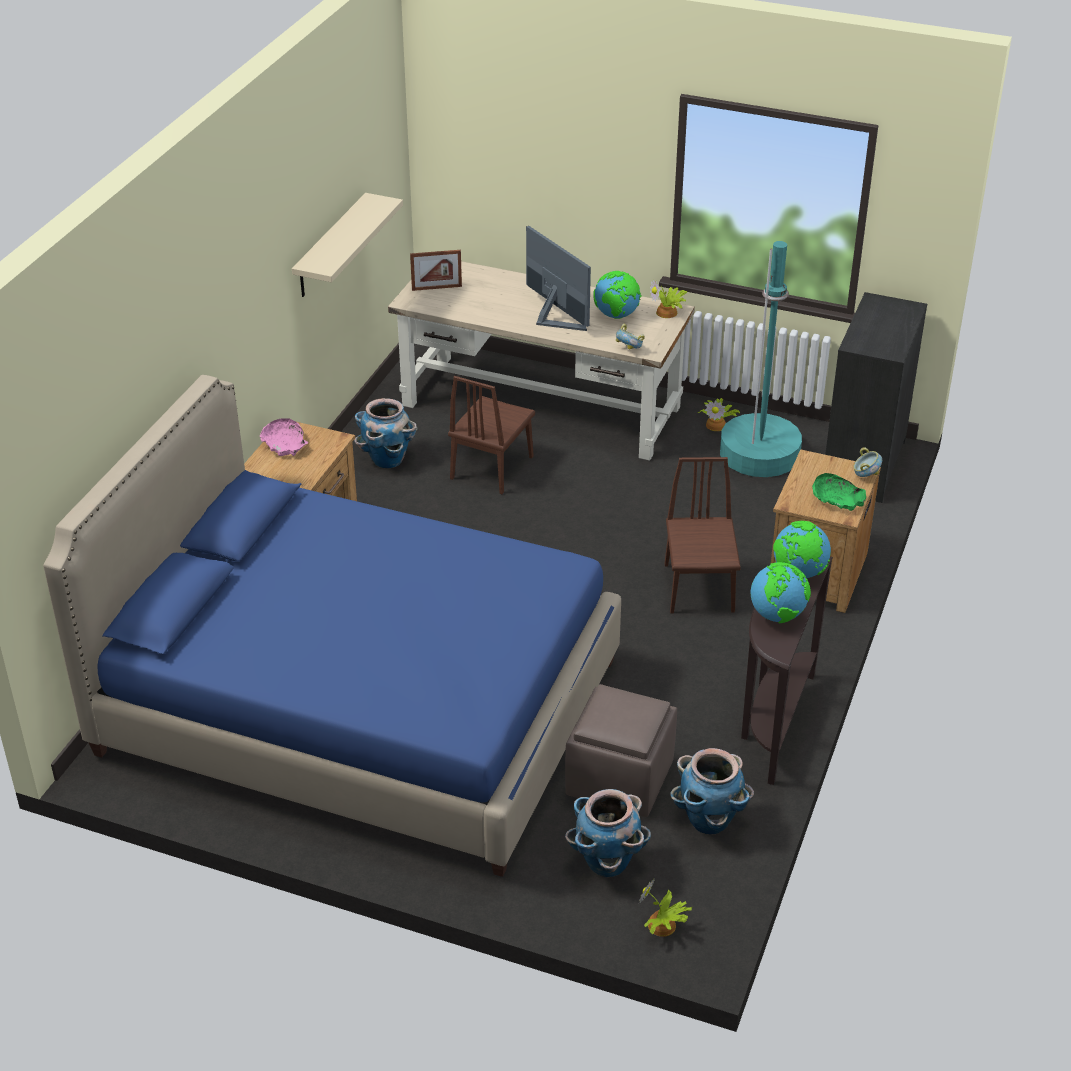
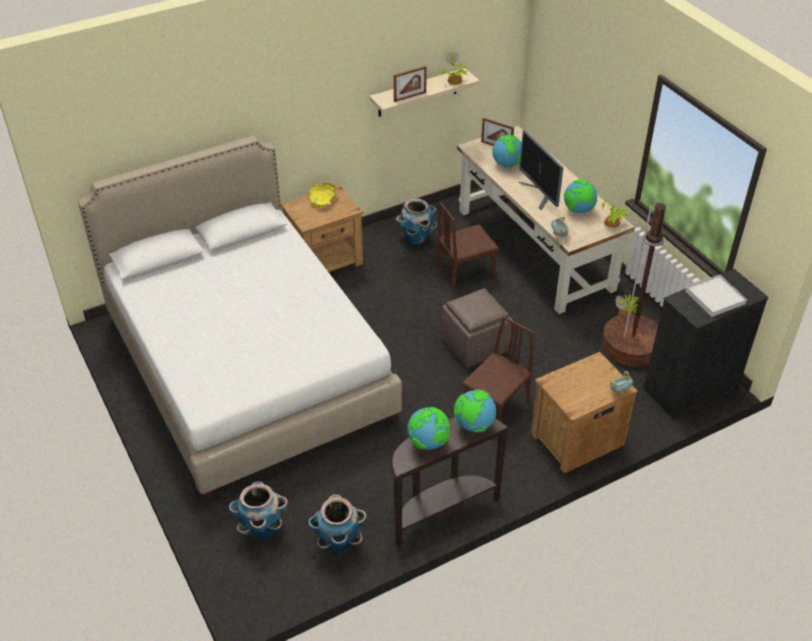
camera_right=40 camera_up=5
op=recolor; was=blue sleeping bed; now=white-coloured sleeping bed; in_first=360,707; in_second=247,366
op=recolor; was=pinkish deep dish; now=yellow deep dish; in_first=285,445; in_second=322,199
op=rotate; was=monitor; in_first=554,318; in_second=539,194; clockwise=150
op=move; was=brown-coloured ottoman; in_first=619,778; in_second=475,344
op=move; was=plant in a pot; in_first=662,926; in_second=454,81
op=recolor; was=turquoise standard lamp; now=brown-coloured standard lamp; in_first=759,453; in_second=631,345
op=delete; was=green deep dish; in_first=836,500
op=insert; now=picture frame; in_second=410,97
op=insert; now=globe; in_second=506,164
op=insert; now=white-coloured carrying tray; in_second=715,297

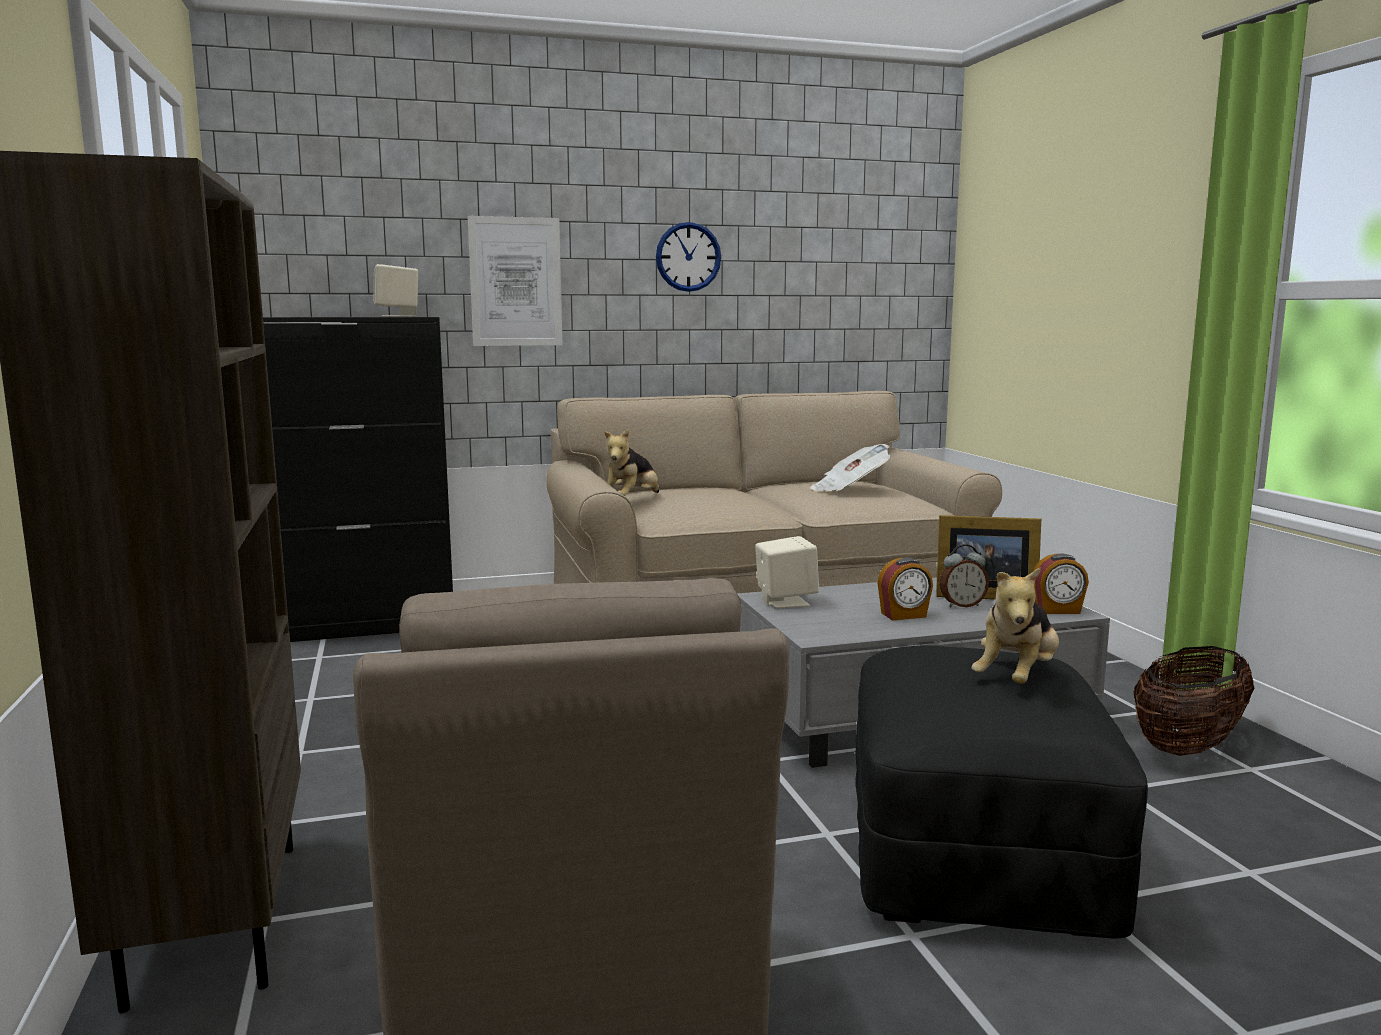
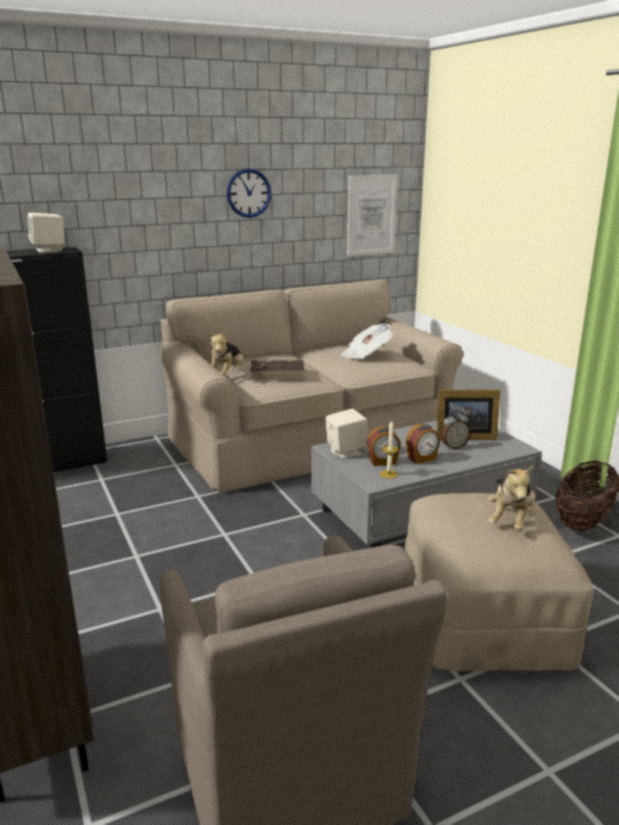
camera_right=-10 camera_up=10
op=move; was=wall art; in_first=516,282; in_second=371,215
op=recolor; was=black ottoman; now=beige ottoman; in_first=973,857; in_second=481,618
op=move; was=alarm clock; in_first=1058,610; in_second=383,462
op=insert; now=brown-coloured book; in_second=278,372
op=insert; now=wax light; in_second=388,474

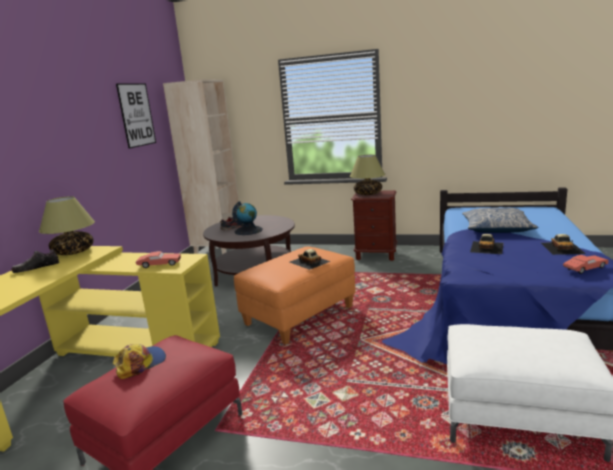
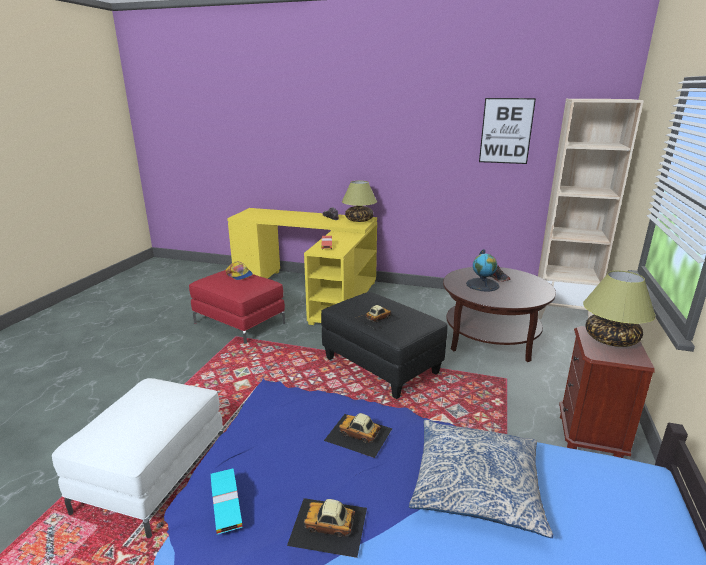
camera_right=90 camera_up=5
op=recolor; was=orangey ottoman; now=black ottoman; in_first=299,316; in_second=380,366
op=recolor; was=red toy car; now=turquoise toy car; in_first=585,269; in_second=226,506

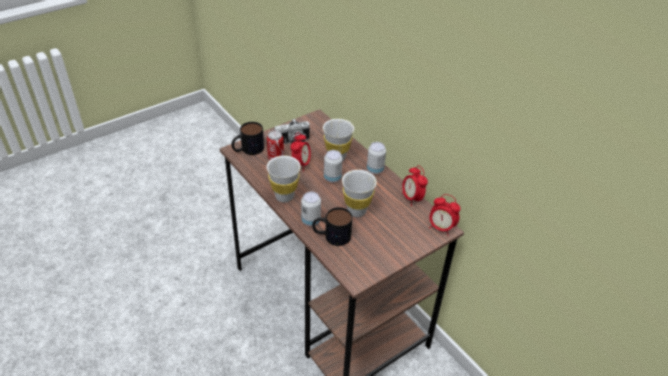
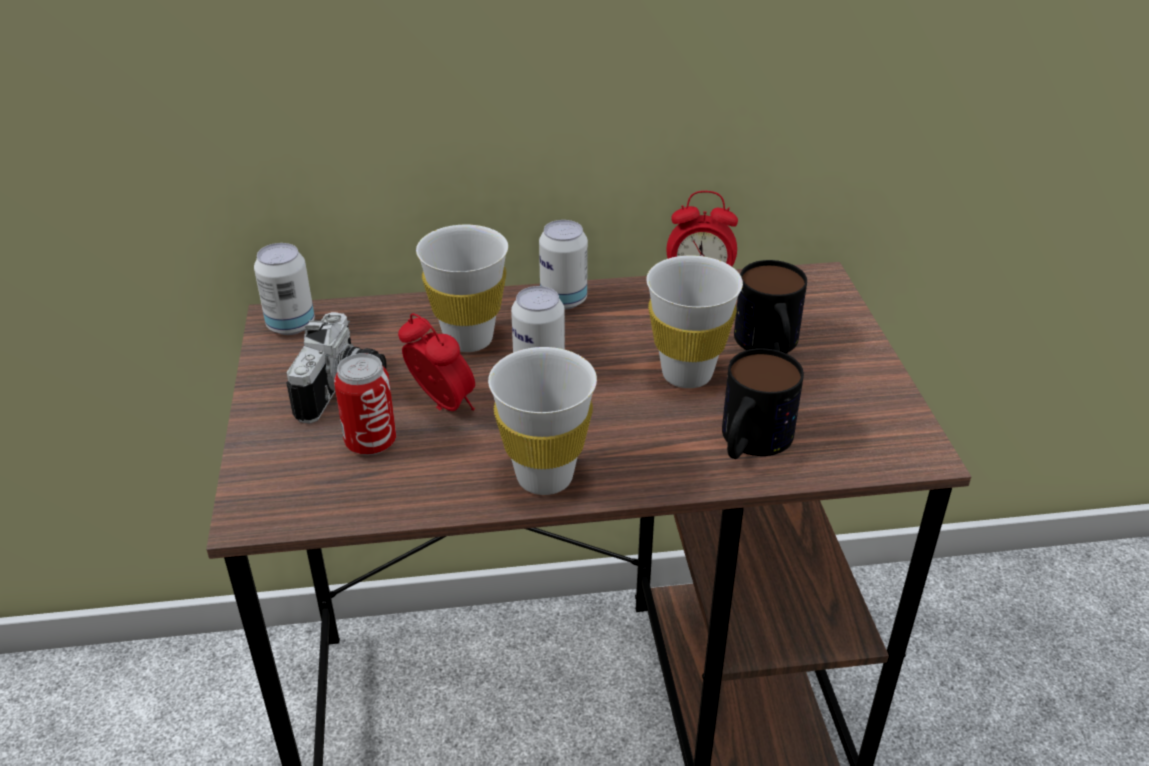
camera_right=-60 camera_up=-5
op=move; was=mug; in_first=247,149; in_second=769,346
op=move; was=sealed can; in_first=311,221; in_second=291,325
op=delete; was=alarm clock; in_first=441,228

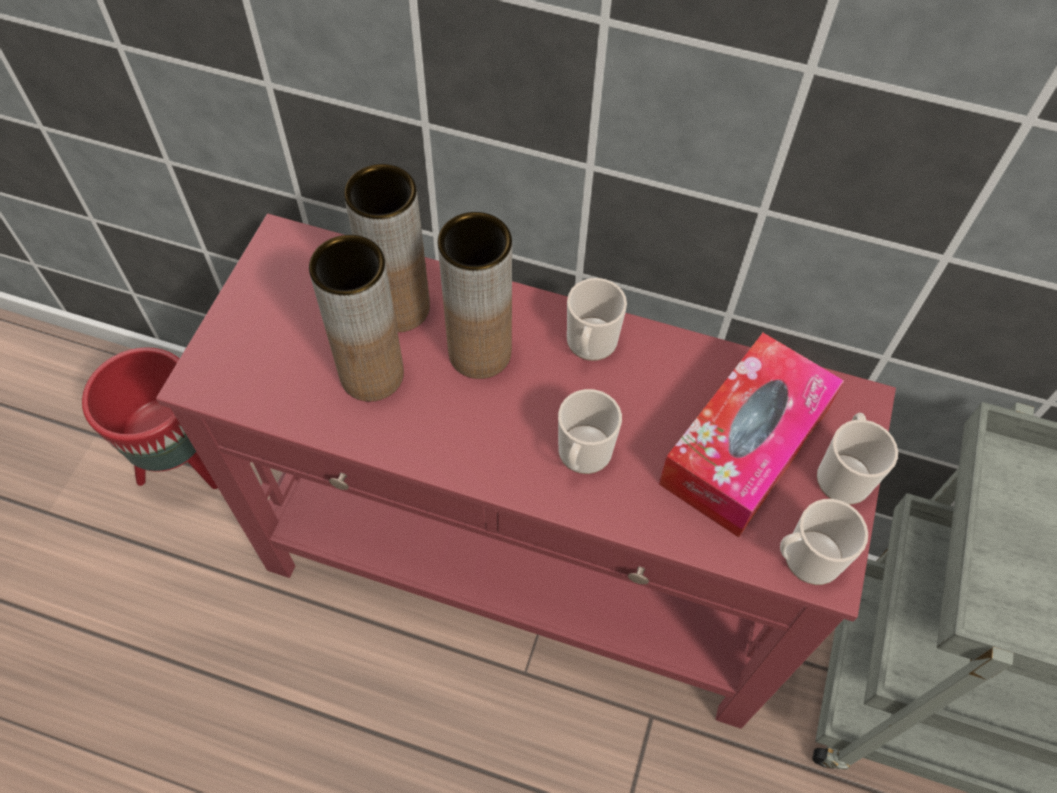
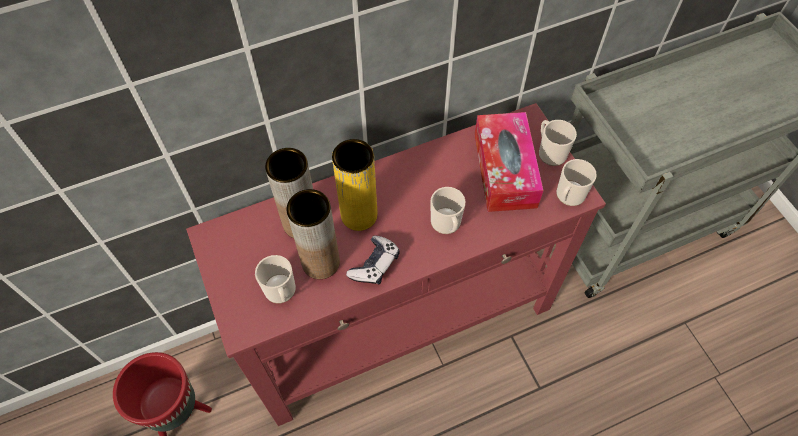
camera_right=-40 camera_up=0
op=recolor; was=brown-coloured vase; now=yellow vase; in_first=480,352; in_second=359,215
op=move; was=mug; in_first=590,345; in_second=281,292
op=insert; now=game controller; in_second=375,265

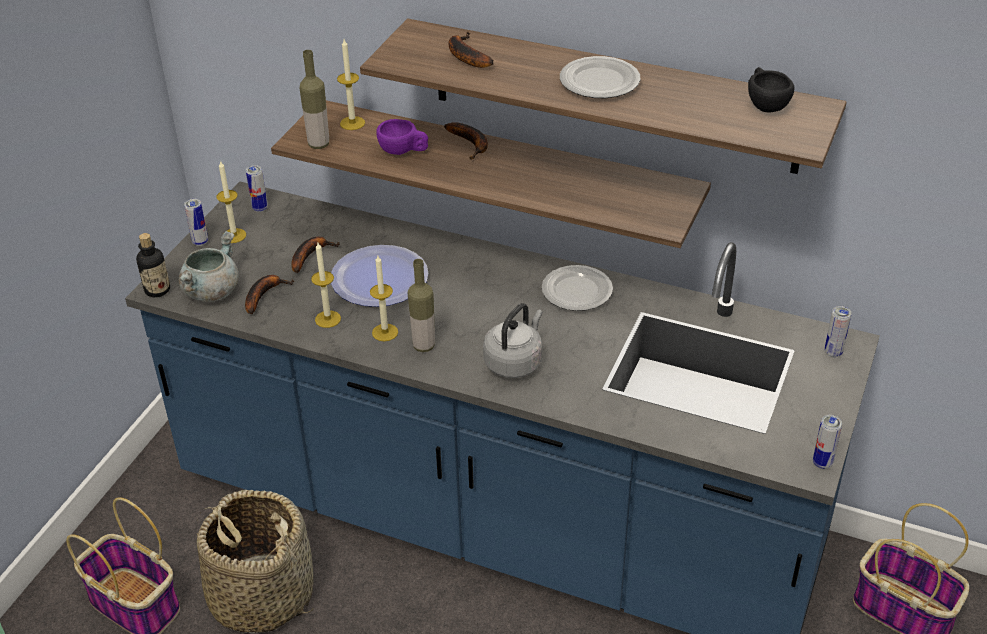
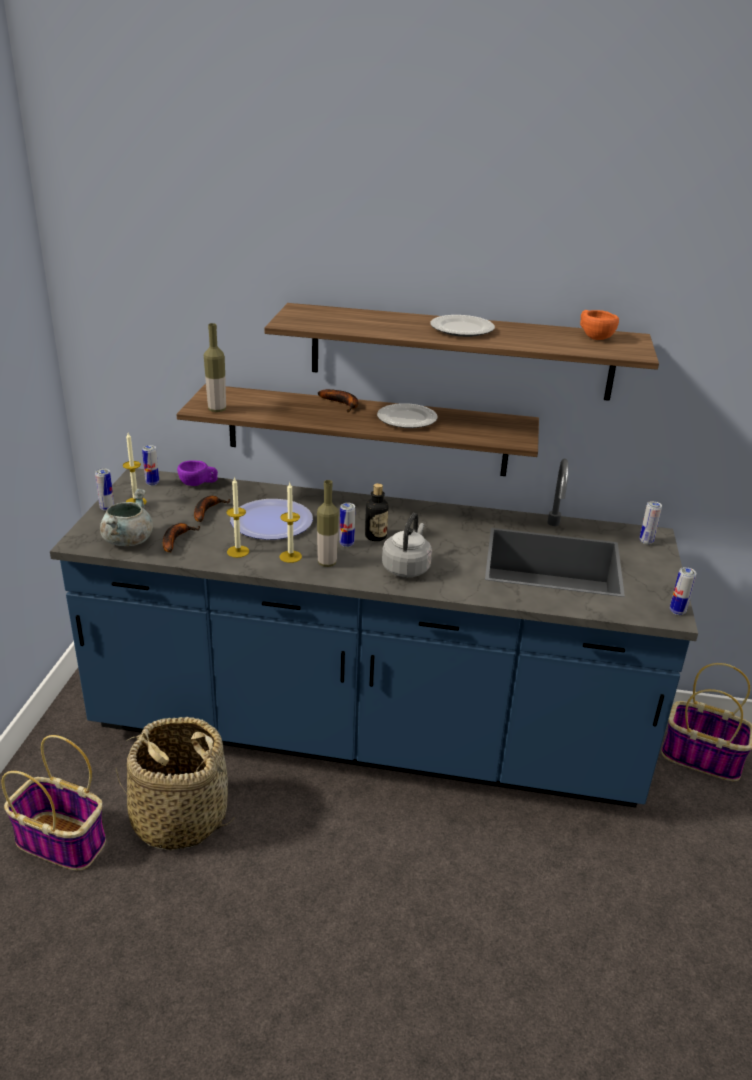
camera_right=-15 camera_up=-10
op=move; was=drink bottle; in_first=157,290; in_second=375,536
op=delete; was=wax light; in_first=352,123
op=move; was=purple-coloured cup; in_first=403,151; in_second=198,484
op=delete; was=banana; in_first=465,56
op=move; was=plate; in_first=576,292; in_second=406,419
op=recolor; was=black cup; now=orangey cup; in_first=765,104; in_second=593,336
op=insert; now=sealed can; in_second=346,544

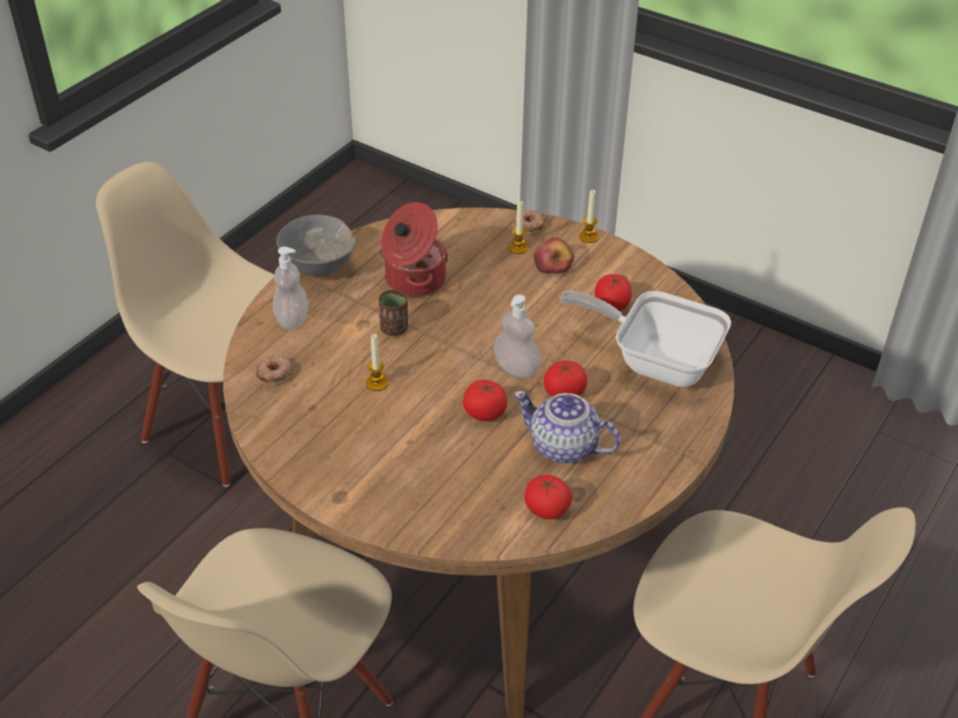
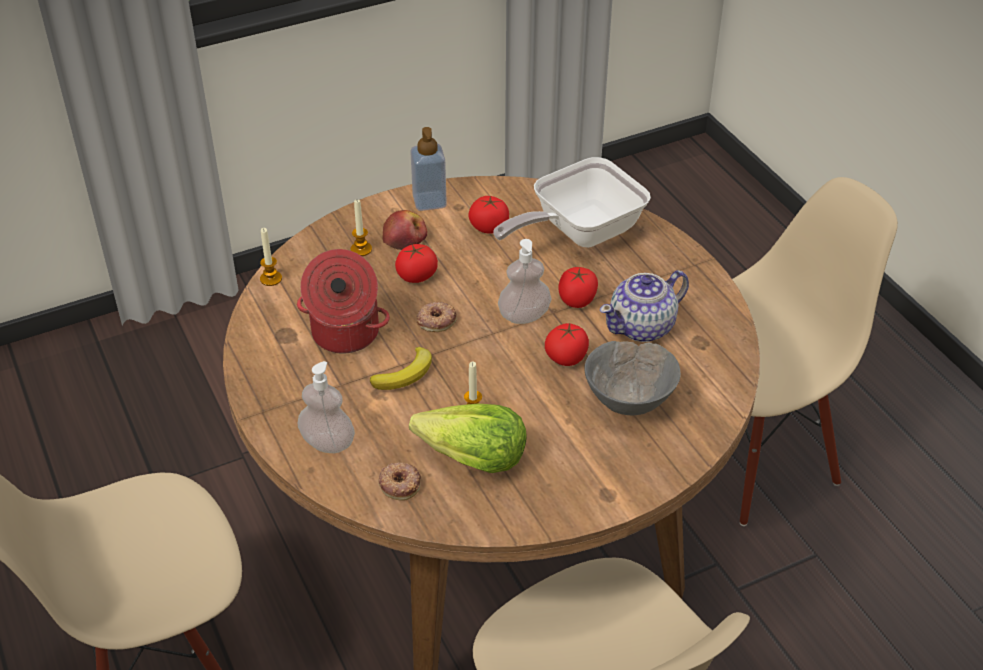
camera_right=-60 camera_up=0
op=move; was=gray deep dish; in_first=319,268; in_second=629,401
op=replace; was=brown-coloured cup; now=banana; in_first=394,329; in_second=405,374
op=move; was=doughnut; in_first=529,225; in_second=436,320
op=move; was=tomato; in_first=546,509; in_second=417,276
op=move; was=wax light; in_first=588,237; in_second=271,279
op=insert; now=lettuce head; in_second=472,459
op=insert; now=soap dispenser; in_second=429,201

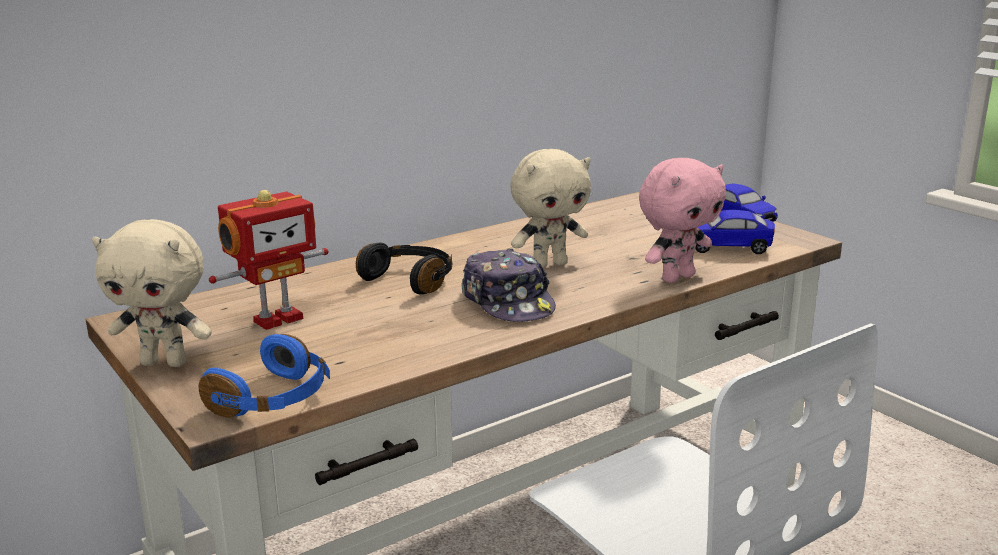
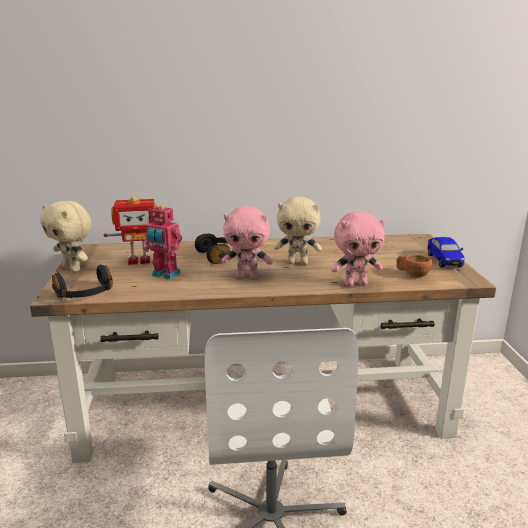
camera_right=30 camera_up=0
op=recolor; was=blue headset; now=black headset; in_first=274,399; in_second=86,294
op=replace; was=peaked cap; now=pinkish cuddly toy; in_first=508,302; in_second=247,277
op=replace; was=toy car; now=brown-coloured cup; in_first=726,247; in_second=412,274
op=insert; now=model robot; in_second=165,274

